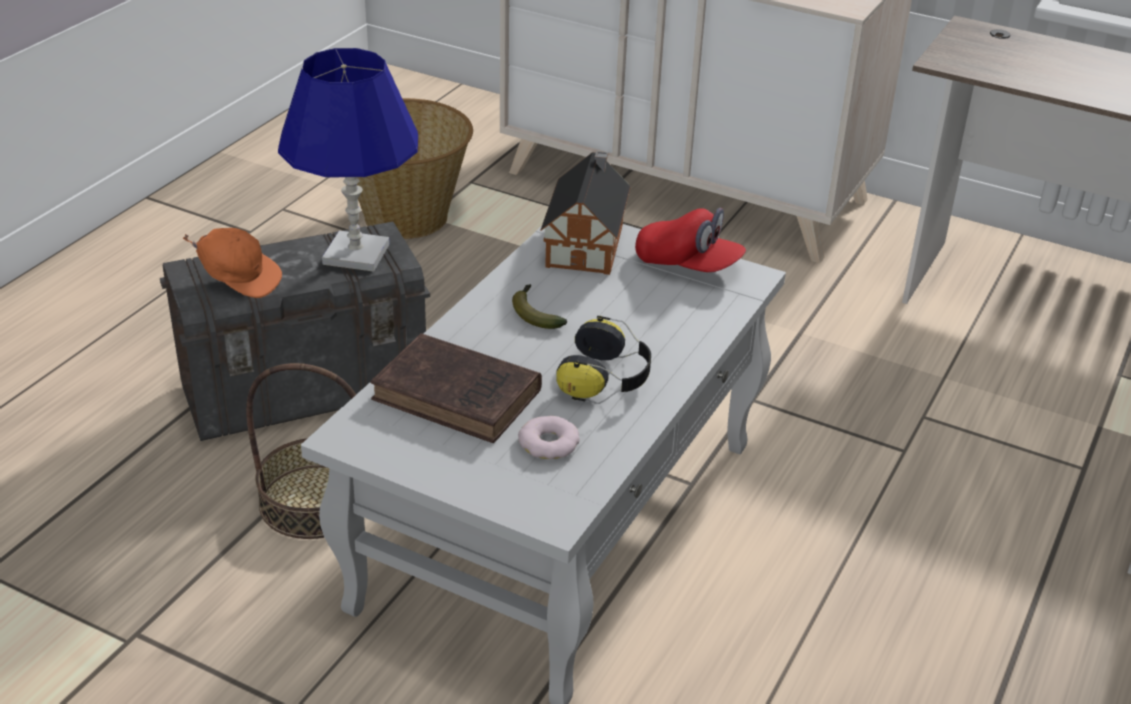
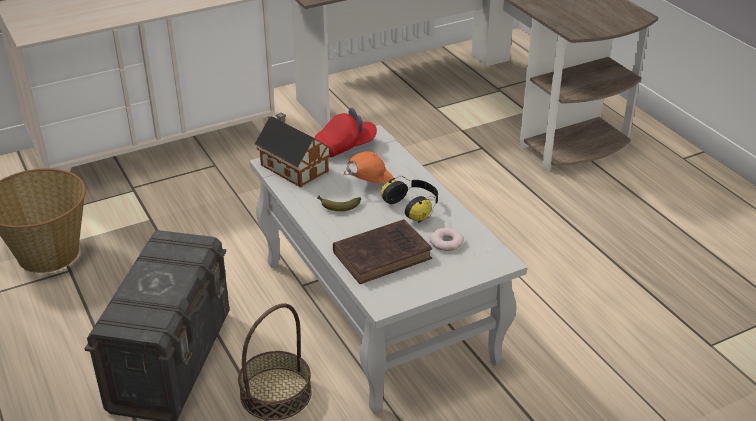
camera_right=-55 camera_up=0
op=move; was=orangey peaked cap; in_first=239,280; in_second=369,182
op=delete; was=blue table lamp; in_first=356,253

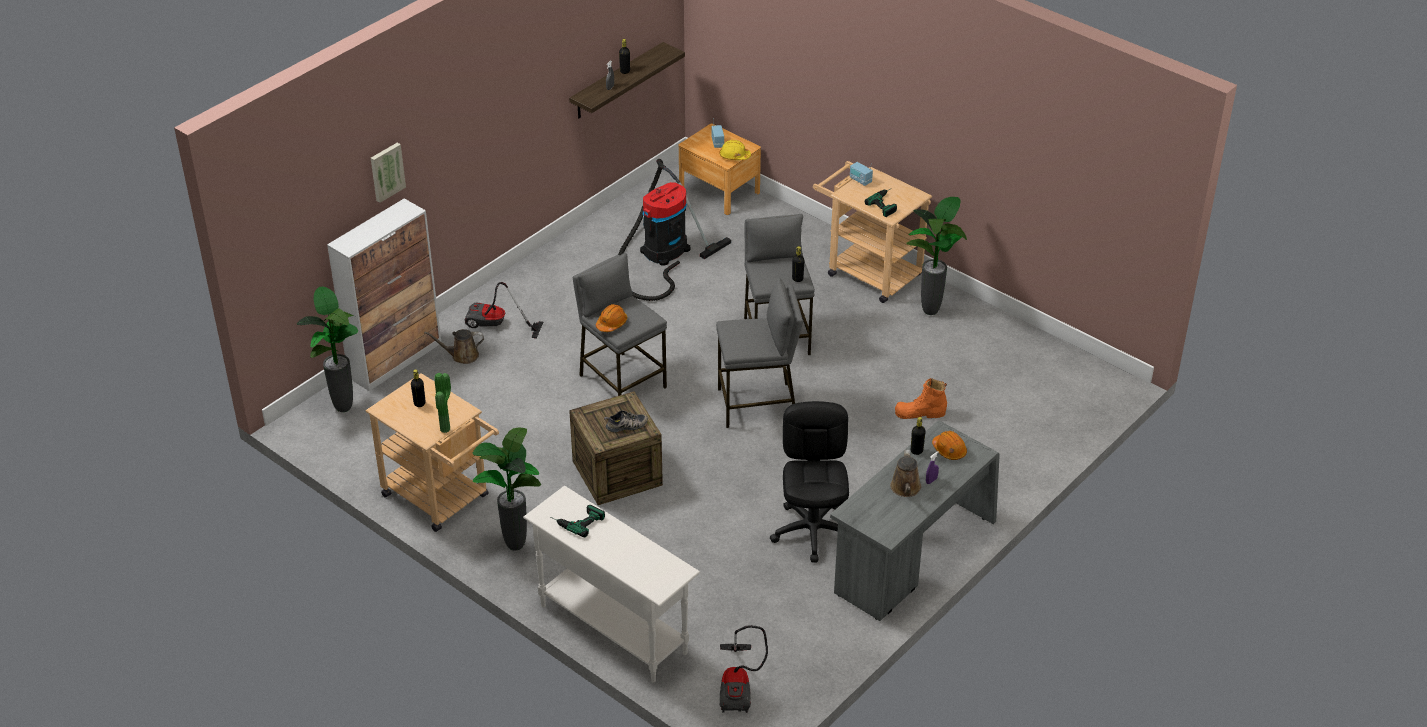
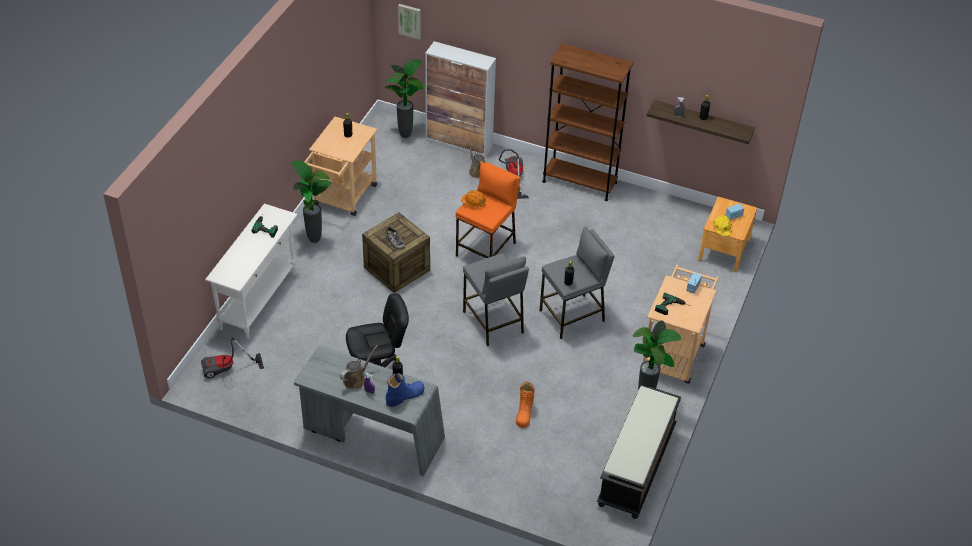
camera_right=70 camera_up=5
op=move; was=wall art; in_first=386,171; in_second=410,20
op=delete; was=plant in a pot; in_first=447,429
op=recolor; was=gray sitting stool; now=orangey sitting stool; in_first=622,381; in_second=486,249
op=delete; was=vacuum; in_first=662,254
op=rotate; was=brown-coloured watering can; in_first=906,489; in_second=356,379; clockwise=150
op=rotate; was=orangey high-top boot; in_first=920,413; in_second=524,413; clockwise=-150
op=replace; was=orangey safety helmet; now=blue high-top boot; in_first=949,450; in_second=405,396
op=insert; now=brown-coloured bookcase; in_second=579,182
op=insert; now=black bench; in_second=637,467

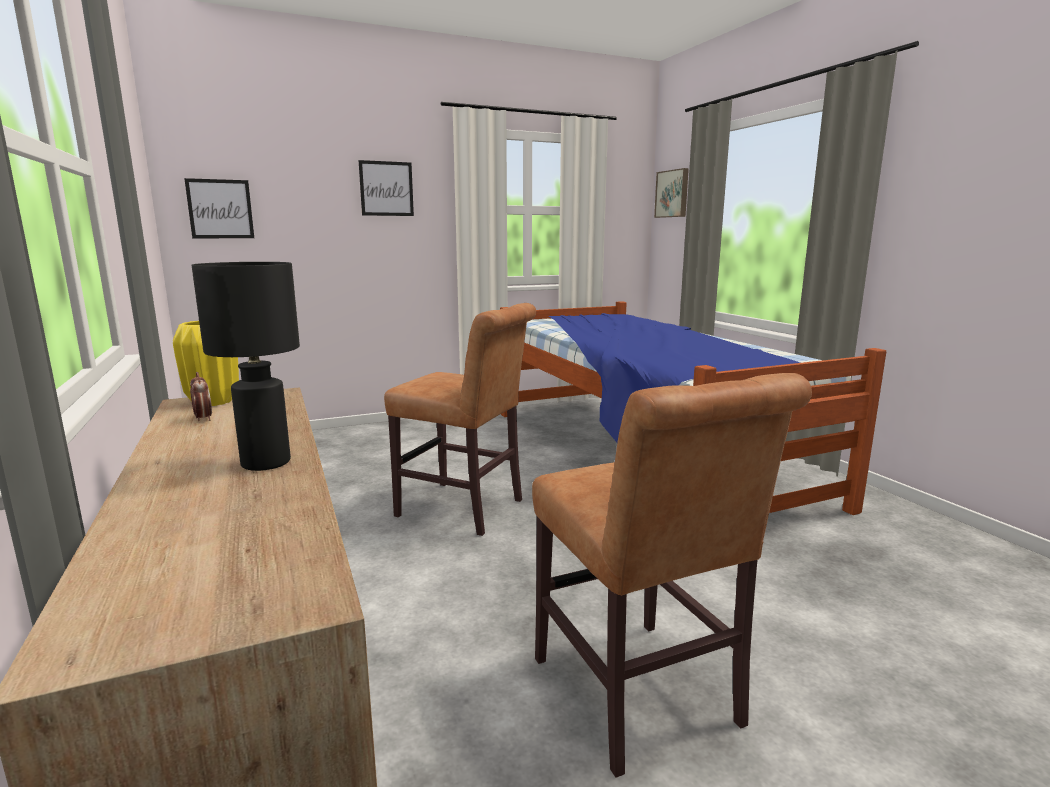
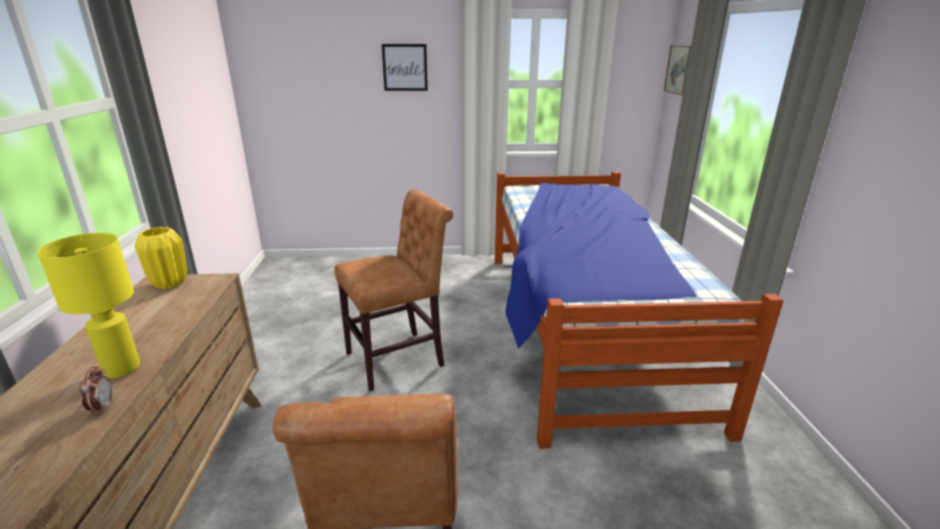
camera_right=20 camera_up=10
op=delete; was=wall art; in_first=220,209
op=move; was=alarm clock; in_first=203,419; in_second=102,407
op=recolor; was=black table lamp; now=yellow table lamp; in_first=264,463; in_second=121,369
op=rotate; was=brown-coloured chair; in_first=466,510; in_second=400,358; clockwise=-75

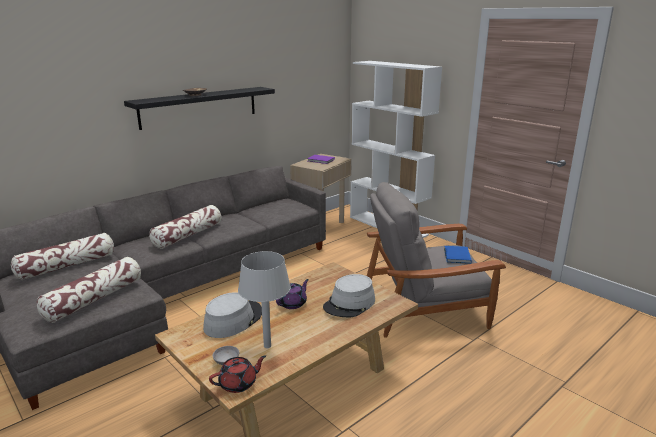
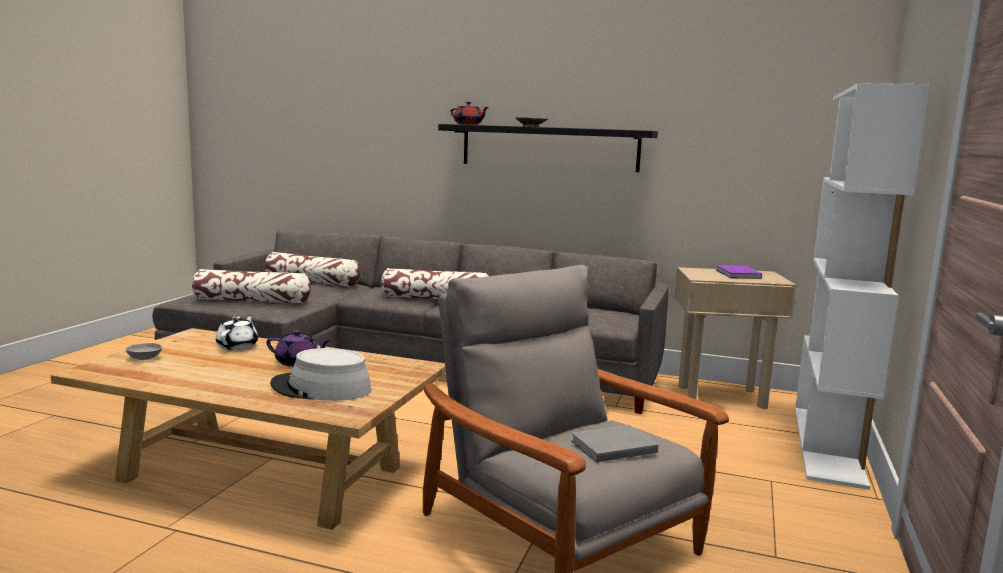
camera_right=60 camera_up=-10
op=replace; was=gray hat; now=white-coloured teapot; in_first=233,320; in_second=238,346
op=move; was=red teapot; in_first=238,383; in_second=468,124
op=delete; was=gray table lamp; in_first=267,346
op=recolor; was=blue book; now=gray book; in_first=456,256; in_second=611,446

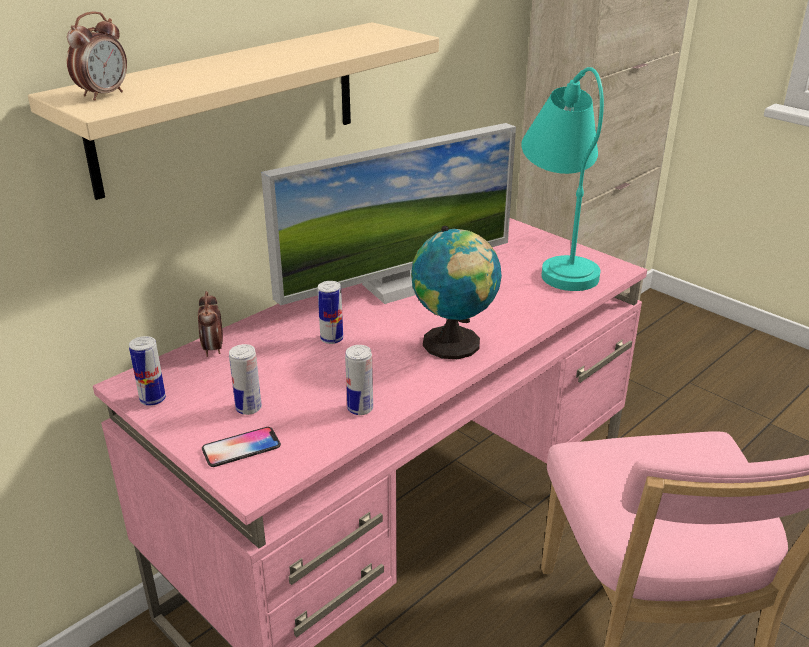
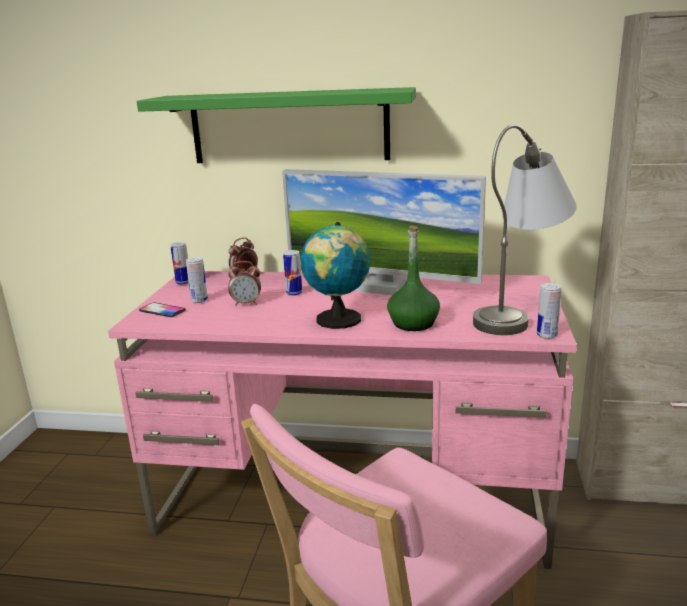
camera_right=55 camera_up=-10
op=recolor; was=beige shelf; now=green shelf; in_first=229,106; in_second=289,127
op=move; was=alarm clock; in_first=103,95; in_second=246,303
op=move; was=sealed can; in_first=360,409; in_second=547,335
op=recolor; was=turquoise table lamp; now=gray table lamp; in_first=558,259; in_second=520,313
op=insert; now=green drink bottle; in_second=413,323

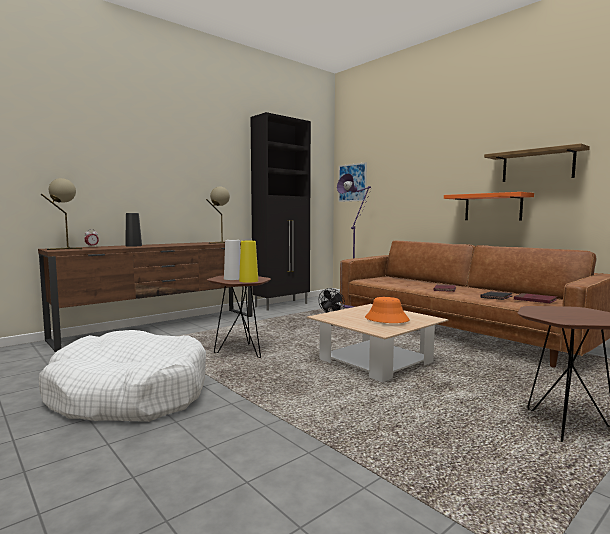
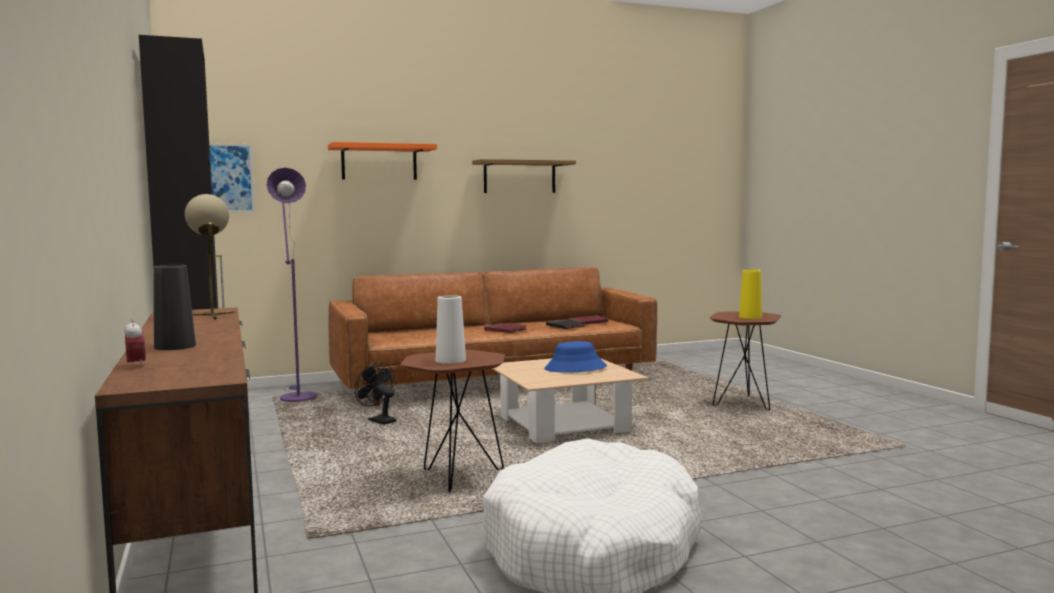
camera_right=-70 camera_up=0
op=delete; was=beige table lamp; in_first=65,249
op=move; was=yellow vase; in_first=248,281; in_second=750,317
op=recolor; was=orangey hat; now=blue hat; in_first=386,319; in_second=575,368
op=move; was=orangey shelf; in_first=493,207; in_second=379,162

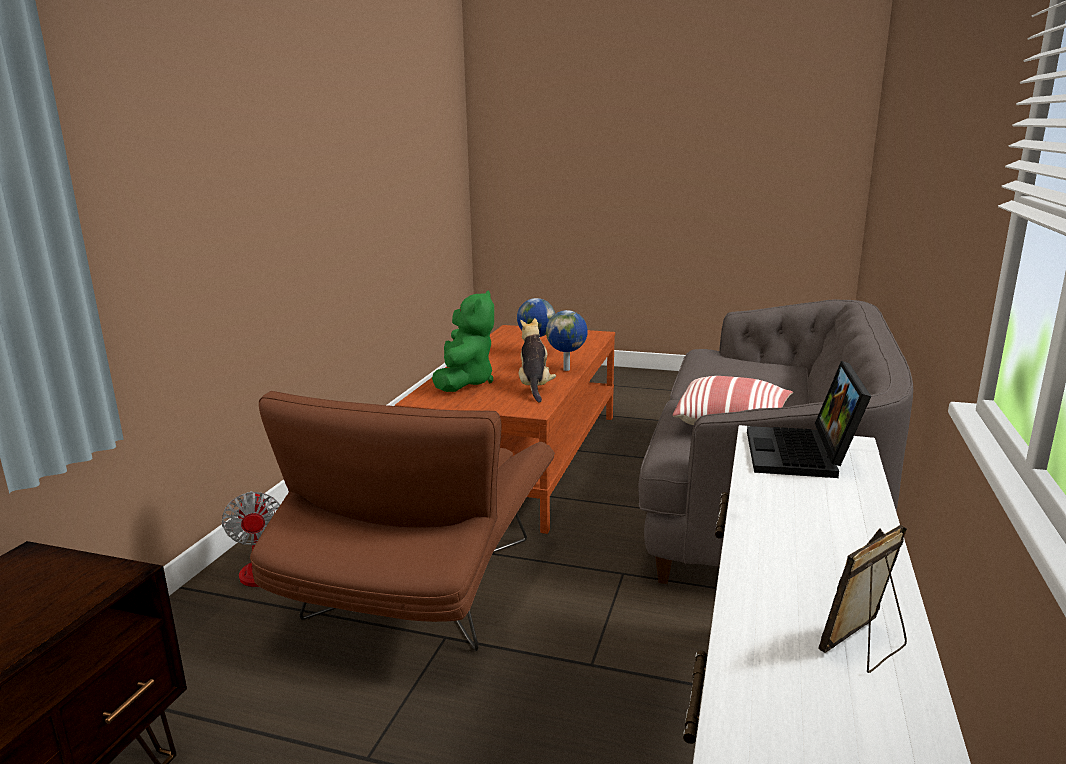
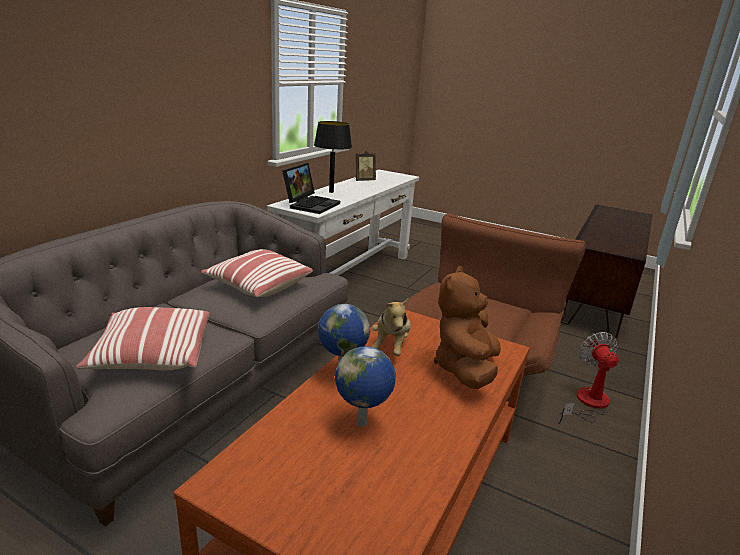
camera_right=-170 camera_up=5
op=recolor; was=green cuddly toy; now=brown-coloured cuddly toy; in_first=464,382; in_second=465,369
op=insert; now=throw pillow; in_second=152,355
op=insert; now=black table lamp; in_second=331,192

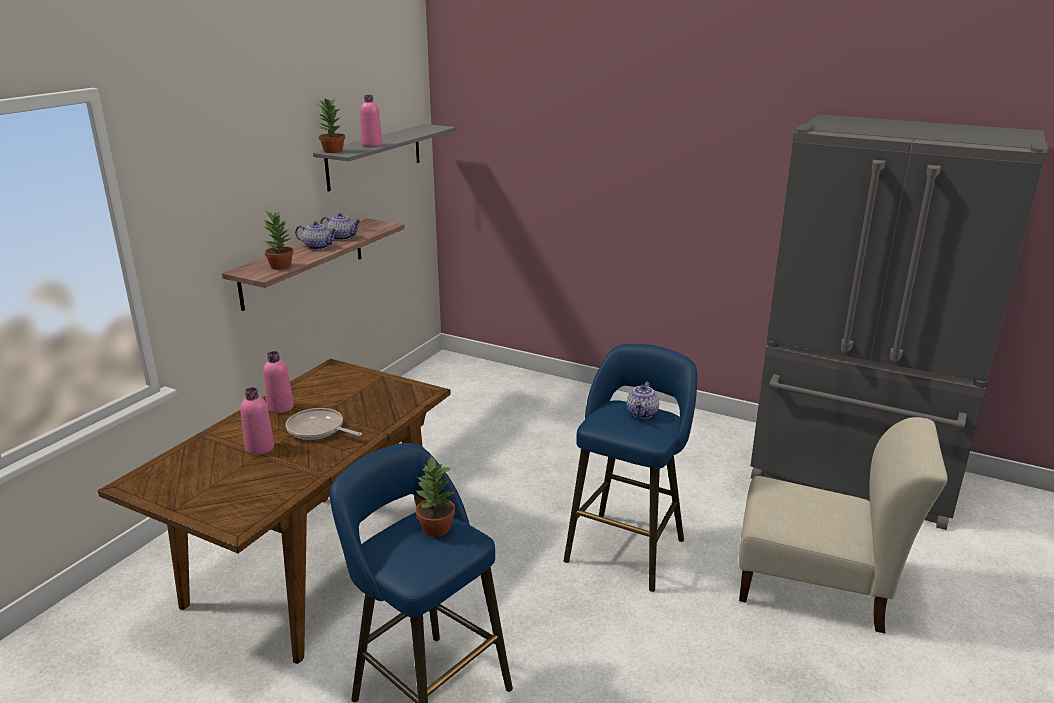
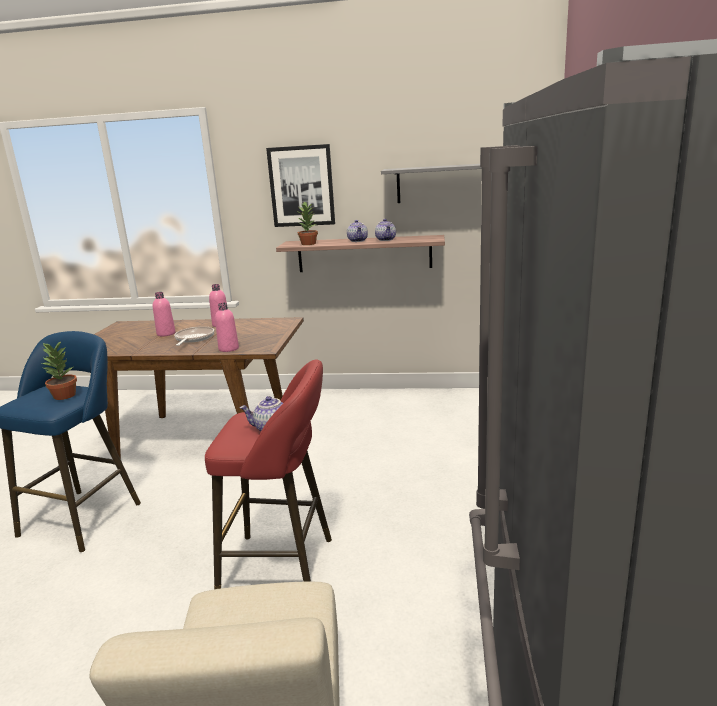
camera_right=70 camera_up=-5
op=delete; was=plant in a pot; in_first=332,151
op=move; was=pinkish drink bottle; in_first=372,145; in_second=228,349
op=recolor; was=blue sitting stool; now=red sitting stool; in_first=627,546; in_second=284,569
op=insert; now=wall art; in_second=301,186

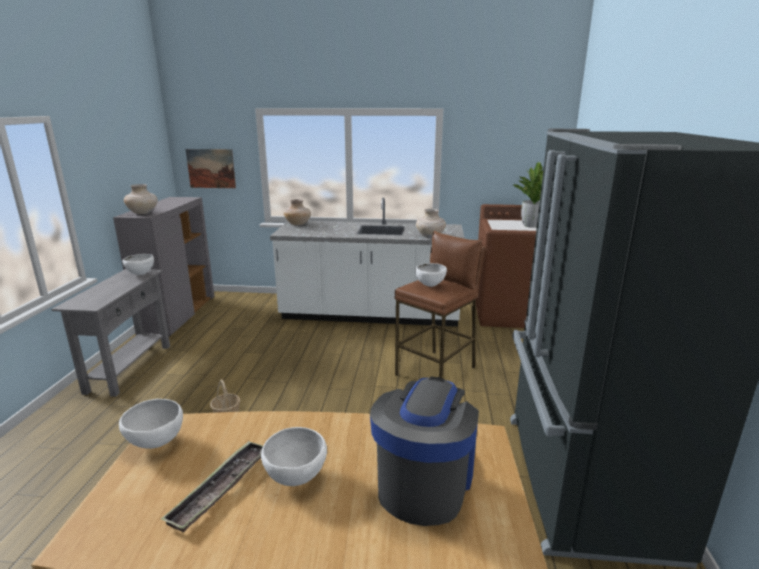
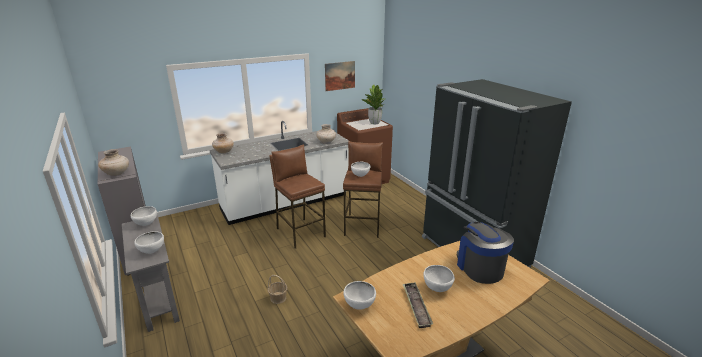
camera_right=-35 camera_up=5
op=move; was=wall art; in_first=211,168; in_second=340,76
op=insert; now=white-coloured deep dish; in_second=152,251
op=insert; now=brown-coloured sitting stool; in_second=300,232

